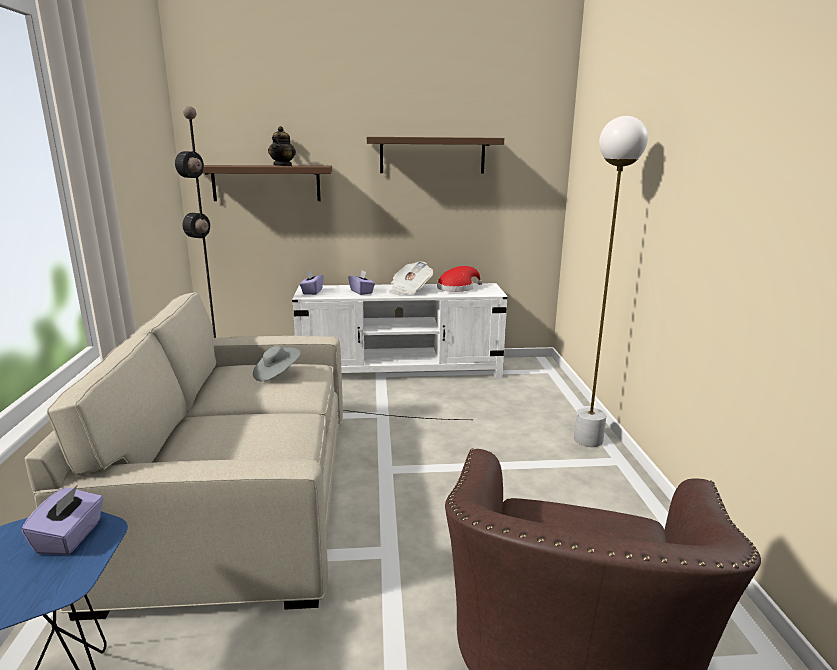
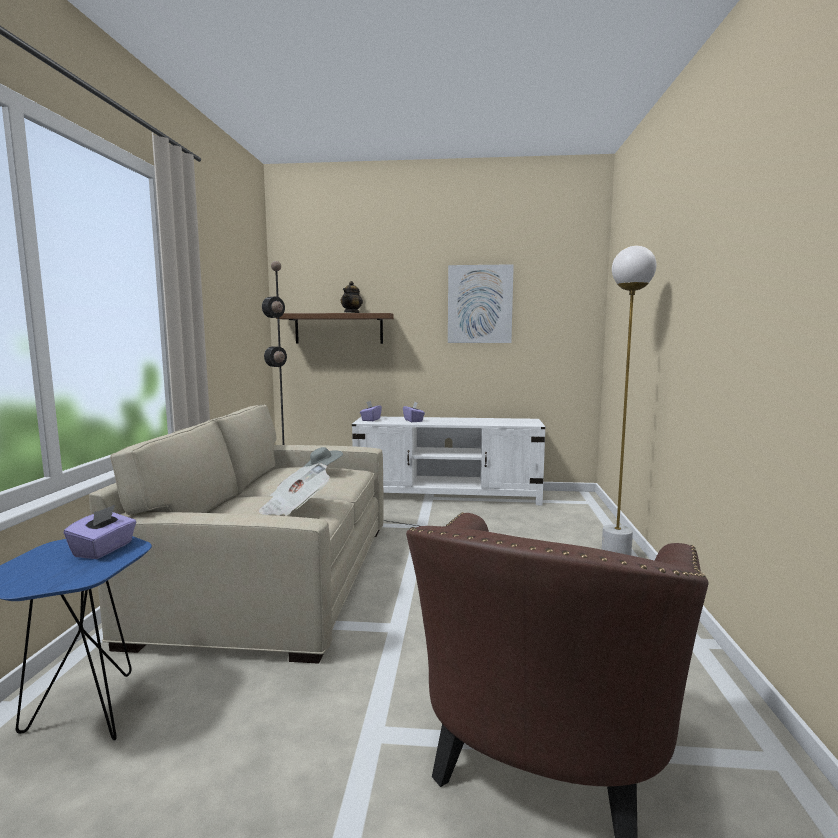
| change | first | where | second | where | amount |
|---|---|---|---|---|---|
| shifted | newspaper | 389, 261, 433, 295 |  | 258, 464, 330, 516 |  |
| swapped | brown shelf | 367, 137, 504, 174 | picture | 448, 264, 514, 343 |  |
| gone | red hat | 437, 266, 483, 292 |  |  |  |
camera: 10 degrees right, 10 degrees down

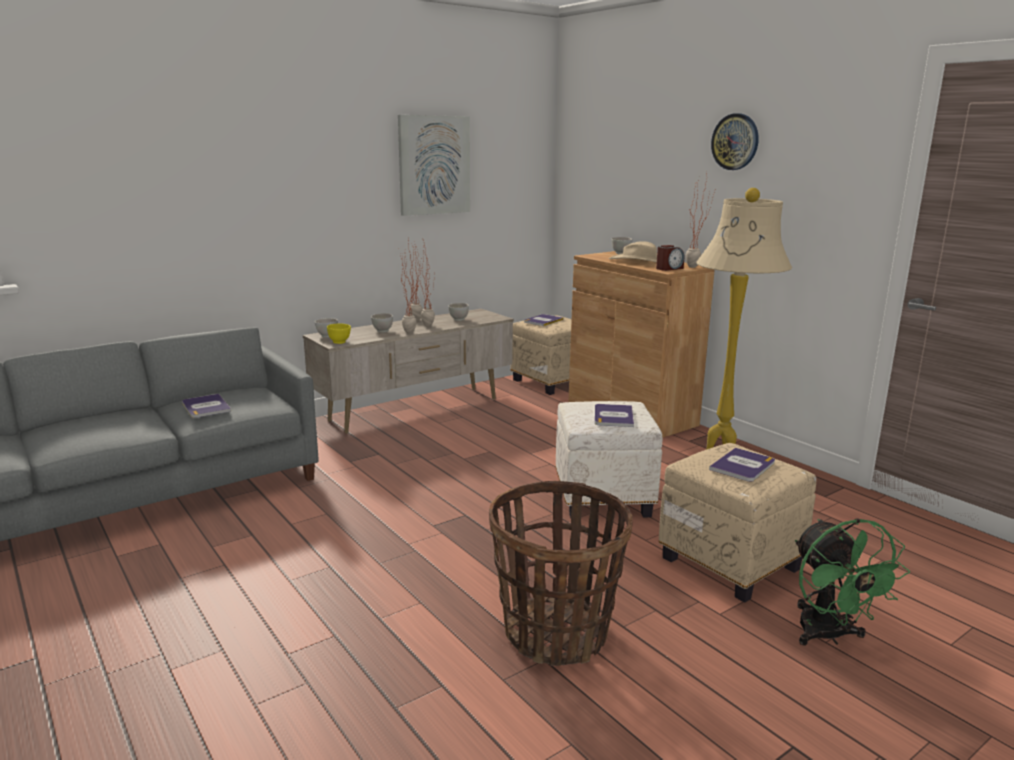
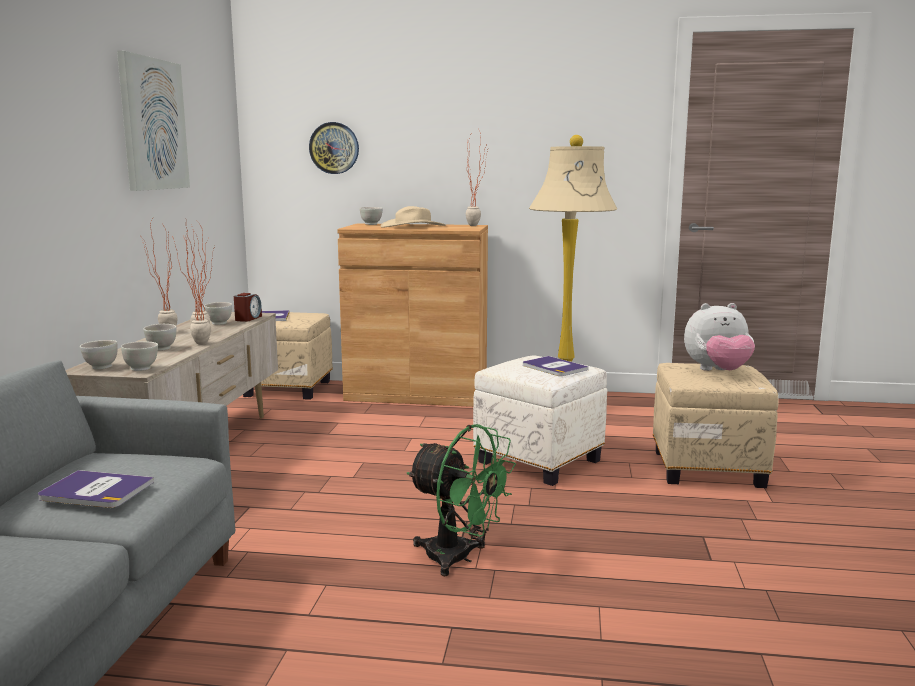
| change | first | where | second | where | amount |
|---|---|---|---|---|---|
| repainted | yellow bowl | 327, 324, 351, 344 | white bowl | 121, 341, 158, 371 |  |
| shifted | alarm clock | 656, 245, 684, 271 |  | 234, 293, 262, 322 |  |
| shifted | wall clock | 711, 113, 759, 170 |  | 309, 122, 359, 174 |  |
| shifted | green fan | 795, 518, 910, 646 |  | 407, 424, 516, 576 |  |
| swapped | book | 709, 448, 775, 482 | plush toy | 684, 303, 755, 371 |  |
| gone | basket | 489, 481, 633, 666 |  |  |  |
camera: 45 degrees left, 5 degrees down

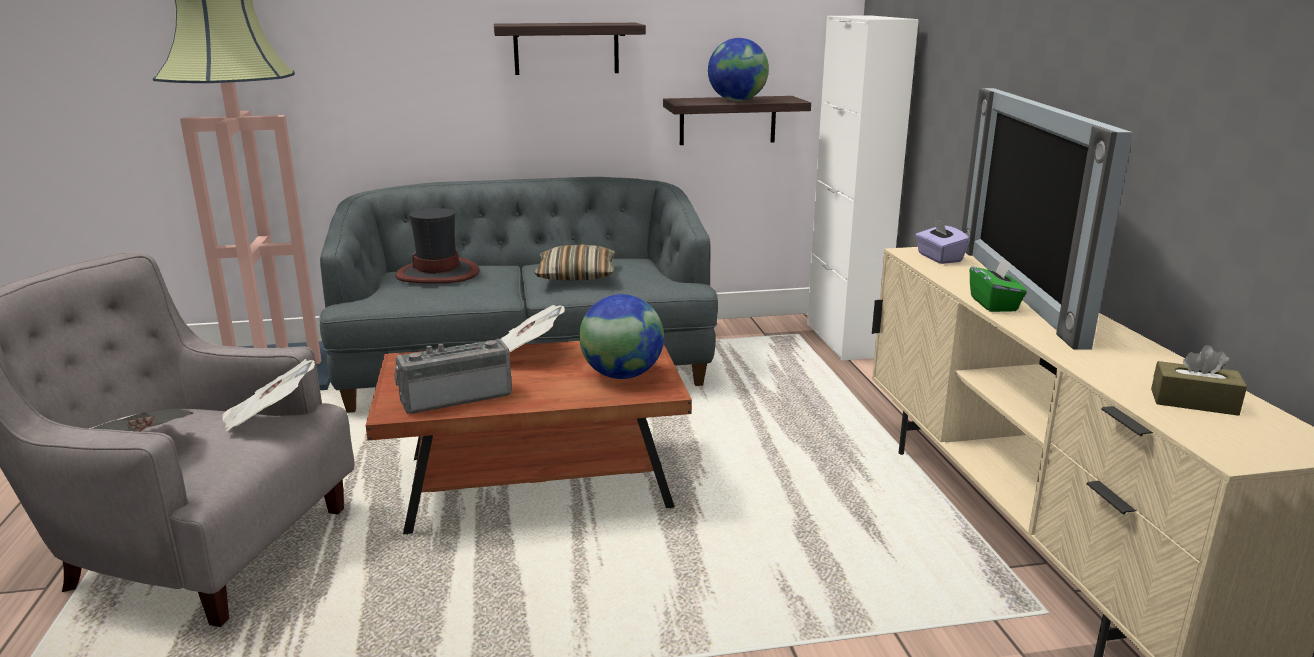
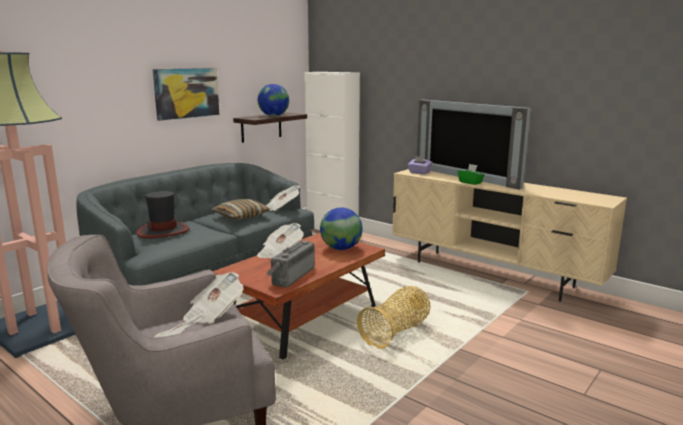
| change | first | where | second | where | amount |
|---|---|---|---|---|---|
| swapped | shelf | 494, 23, 646, 75 | picture | 153, 68, 219, 121 |  |
| new |  |  | newspaper | 266, 185, 300, 211 |  |
| new |  |  | basket | 357, 286, 431, 349 |  |
| gone | brown tissue box | 1151, 345, 1247, 416 |  |  |  |
camera: 40 degrees left, 5 degrees down

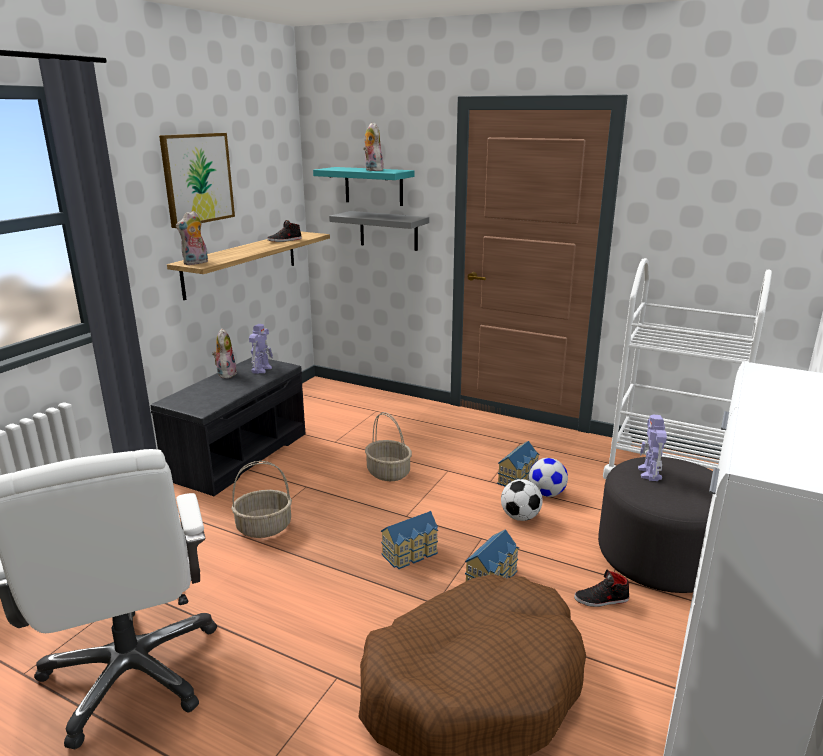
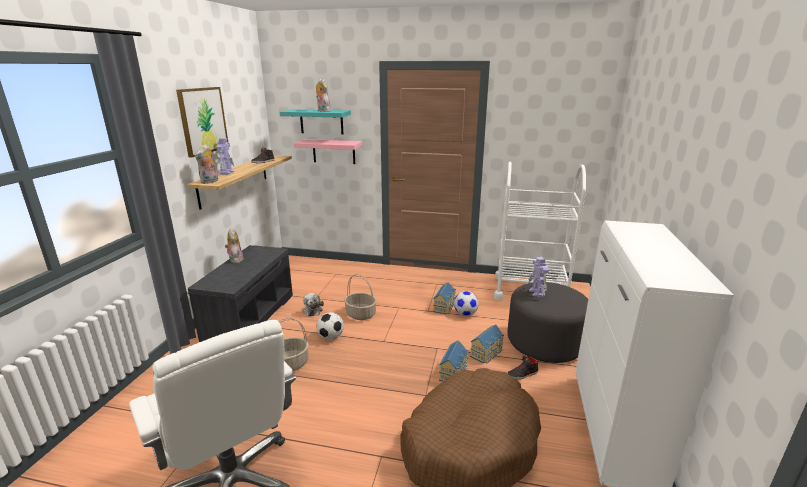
| change | first | where | second | where | amount |
|---|---|---|---|---|---|
| shifted | toy robot | 249, 324, 273, 374 |  | 217, 138, 235, 175 |  |
| repainted | grey shelf | 329, 211, 429, 251 | pink shelf | 293, 139, 363, 164 |  |
| new |  |  | plush toy | 302, 293, 324, 316 |  |
| shifted | football | 501, 479, 543, 521 |  | 317, 312, 344, 340 |  |
| shifted | toy house | 381, 511, 438, 569 |  | 470, 324, 504, 364 |  |
camera: 15 degrees left, 0 degrees up

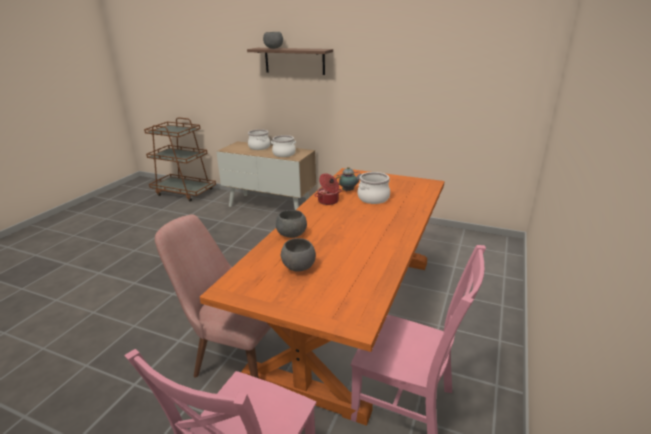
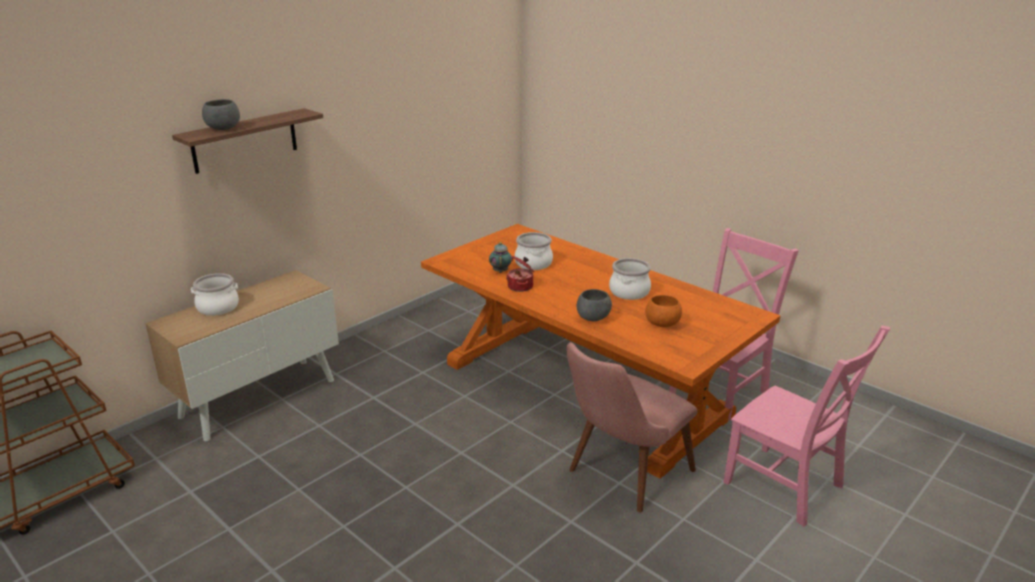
| change | first | where | second | where | amount |
|---|---|---|---|---|---|
| shifted | cooking pot | 271, 135, 296, 157 |  | 609, 258, 651, 300 |  |
| repainted | grey bowl | 281, 238, 316, 272 | orange bowl | 645, 295, 682, 327 |  |
camera: 70 degrees left, 0 degrees up

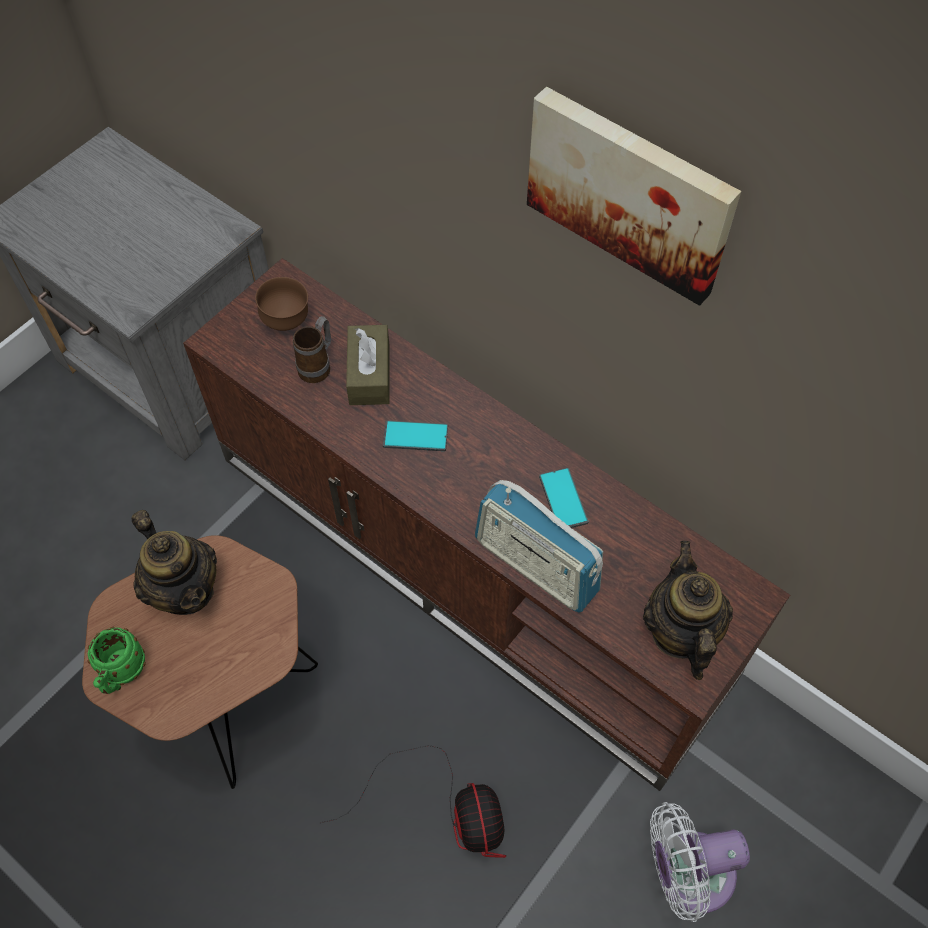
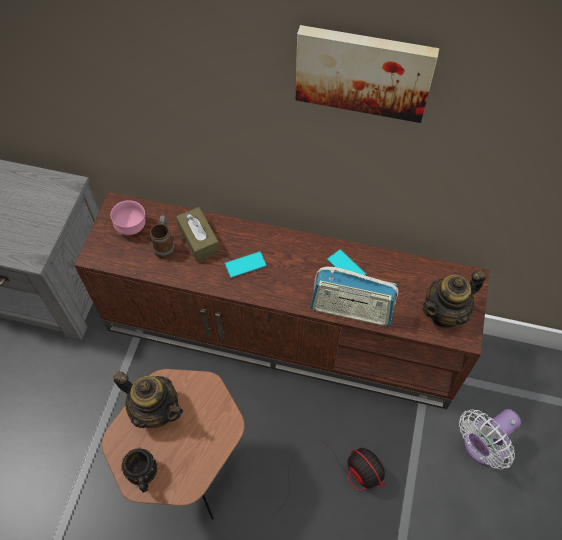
| change | first | where | second | where | amount |
|---|---|---|---|---|---|
| repainted | brown bowl | 255, 277, 308, 331 | pink bowl | 111, 200, 146, 235 |  |
| repainted | green mug | 88, 627, 146, 694 | black mug | 121, 448, 158, 492 |  |
| rotated | teapot | 643, 541, 733, 680 |  | 422, 270, 486, 329 | 90 degrees counterclockwise |
camera: 25 degrees left, 0 degrees up

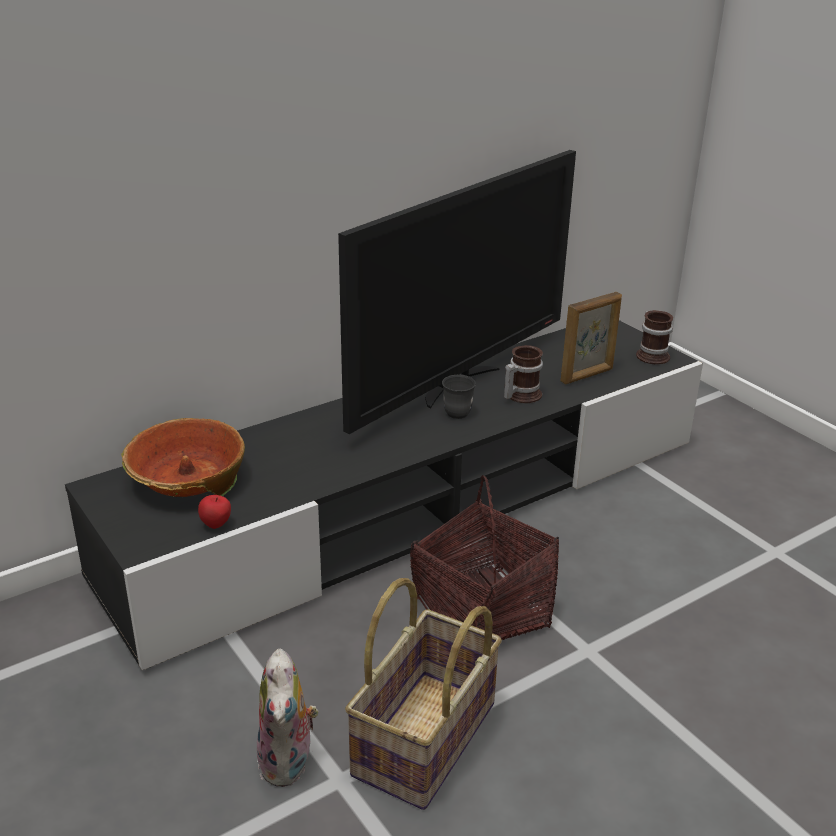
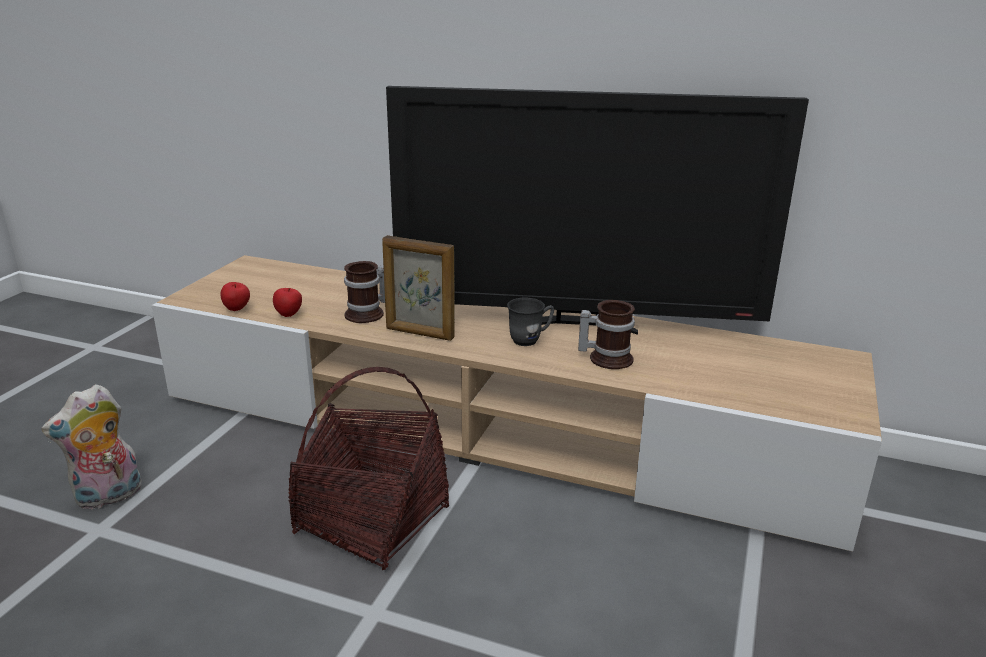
| change | first | where | second | where | amount |
|---|---|---|---|---|---|
| repainted | black tv stand | 65, 320, 703, 670 | beige tv stand | 151, 255, 882, 552 |  |
| new |  |  | apple | 273, 288, 302, 317 |  |
| shifted | mug | 636, 310, 673, 364 |  | 344, 261, 385, 323 |  |
| shifted | picture frame | 560, 292, 622, 384 |  | 382, 235, 455, 341 |  |
| gone | bowl | 121, 418, 245, 497 |  |  |  |
| gone | basket | 345, 578, 502, 810 |  |  |  |
camera: 55 degrees right, 5 degrees down

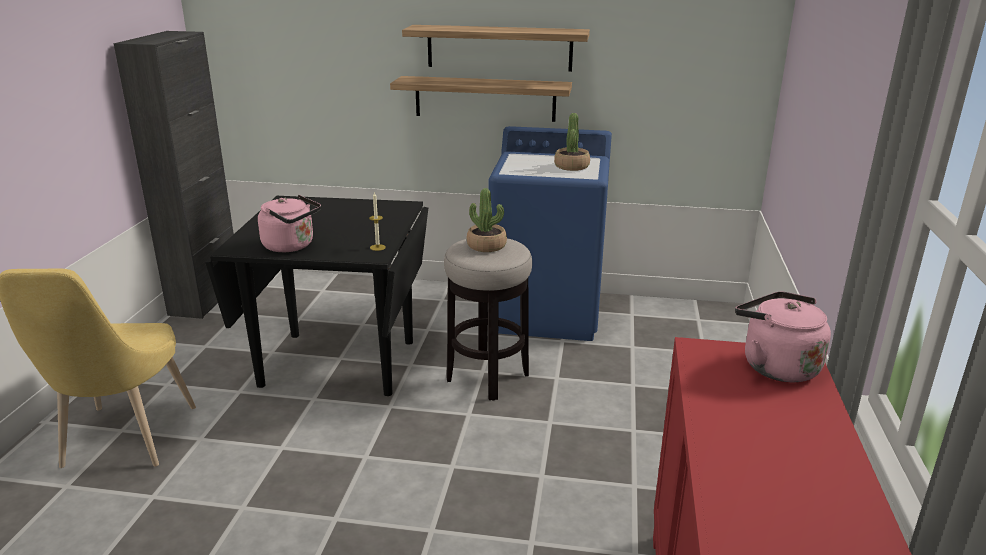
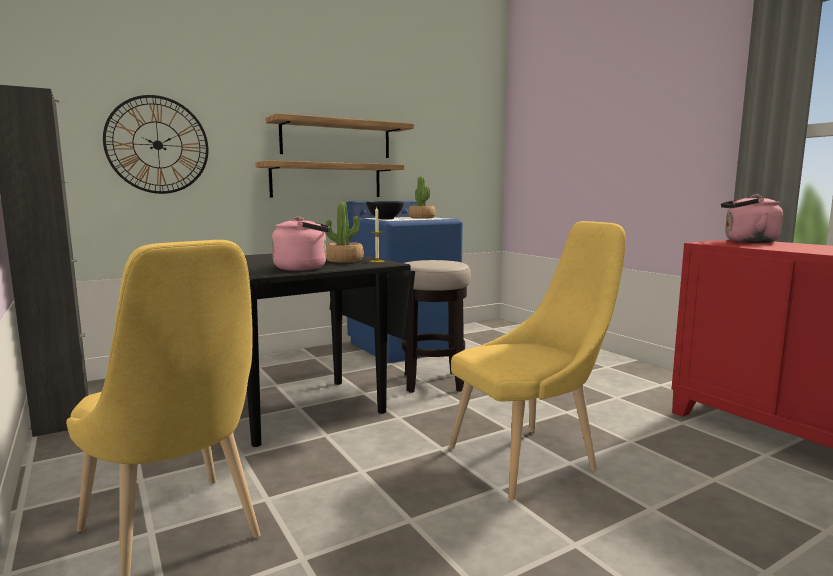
| change | first | where | second | where | amount |
|---|---|---|---|---|---|
| new |  |  | wall clock | 103, 95, 208, 194 |  |
| shifted | potted plant | 467, 188, 507, 252 |  | 325, 202, 364, 263 |  |
| new |  |  | black bowl | 366, 201, 404, 219 |  |
| new |  |  | yellow chair | 449, 221, 626, 500 |  |
camera: 40 degrees left, 15 degrees down

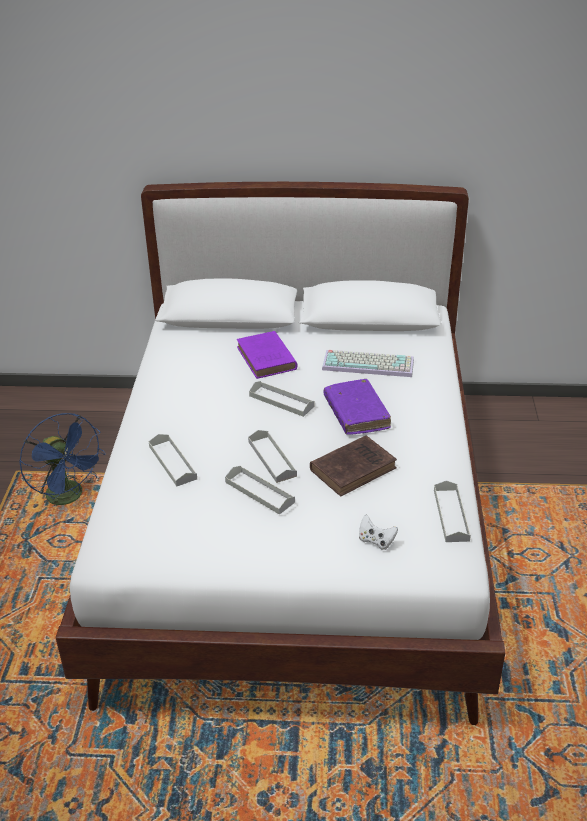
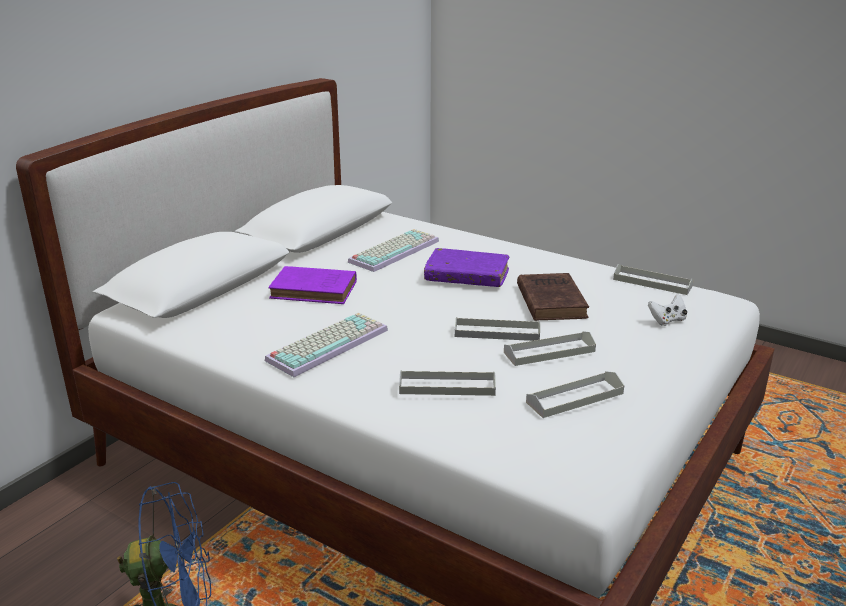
| change | first | where | second | where | amount |
|---|---|---|---|---|---|
| new |  |  | keyboard | 265, 313, 388, 377 |  |
| shifted | grey tray | 249, 381, 315, 417 |  | 526, 371, 624, 418 |  |
camera: 60 degrees left, 10 degrees down

